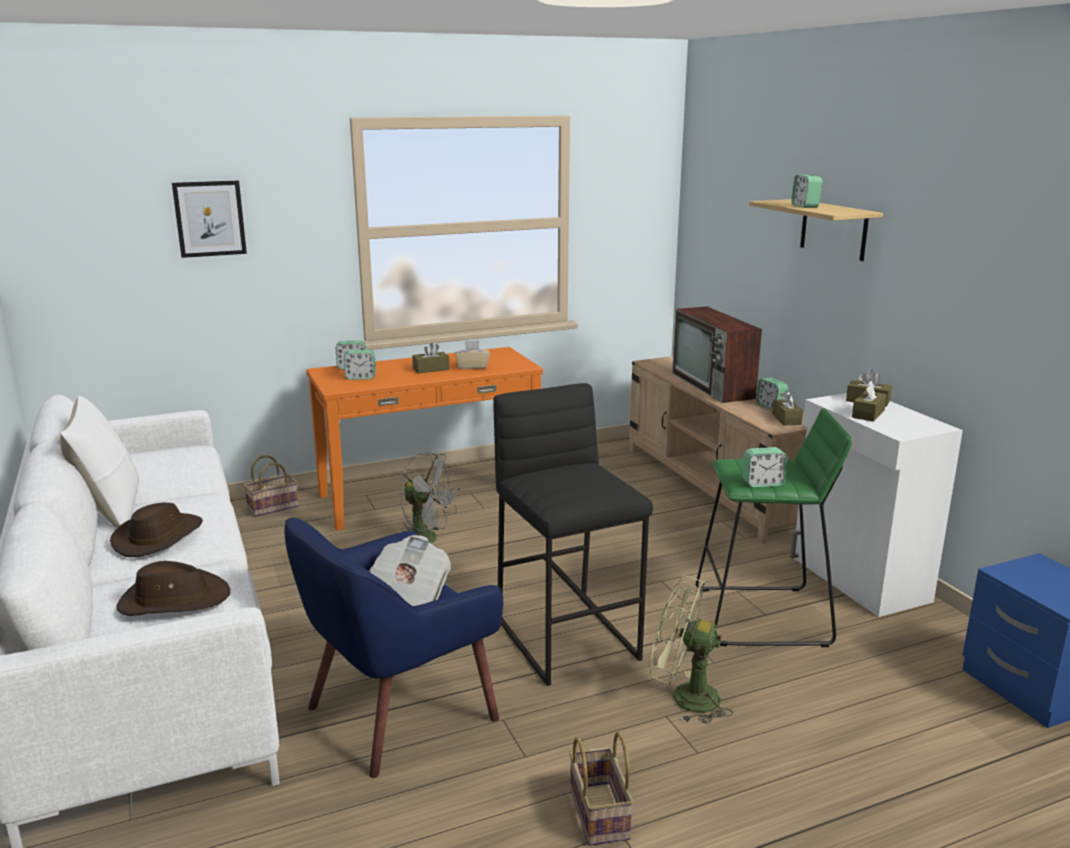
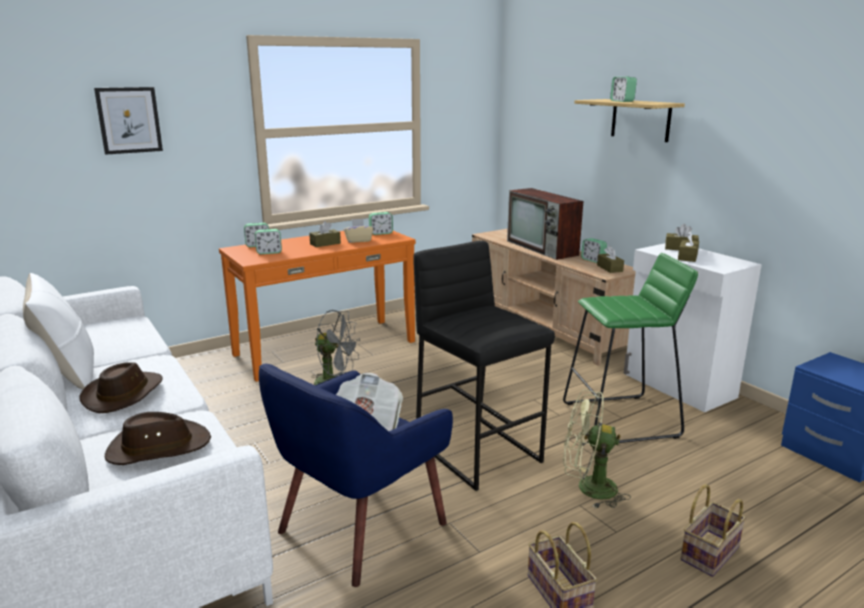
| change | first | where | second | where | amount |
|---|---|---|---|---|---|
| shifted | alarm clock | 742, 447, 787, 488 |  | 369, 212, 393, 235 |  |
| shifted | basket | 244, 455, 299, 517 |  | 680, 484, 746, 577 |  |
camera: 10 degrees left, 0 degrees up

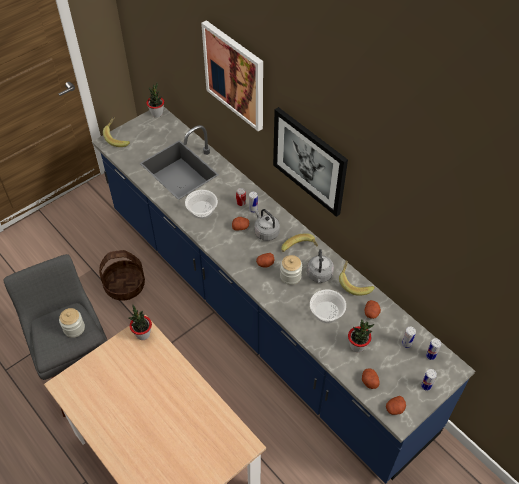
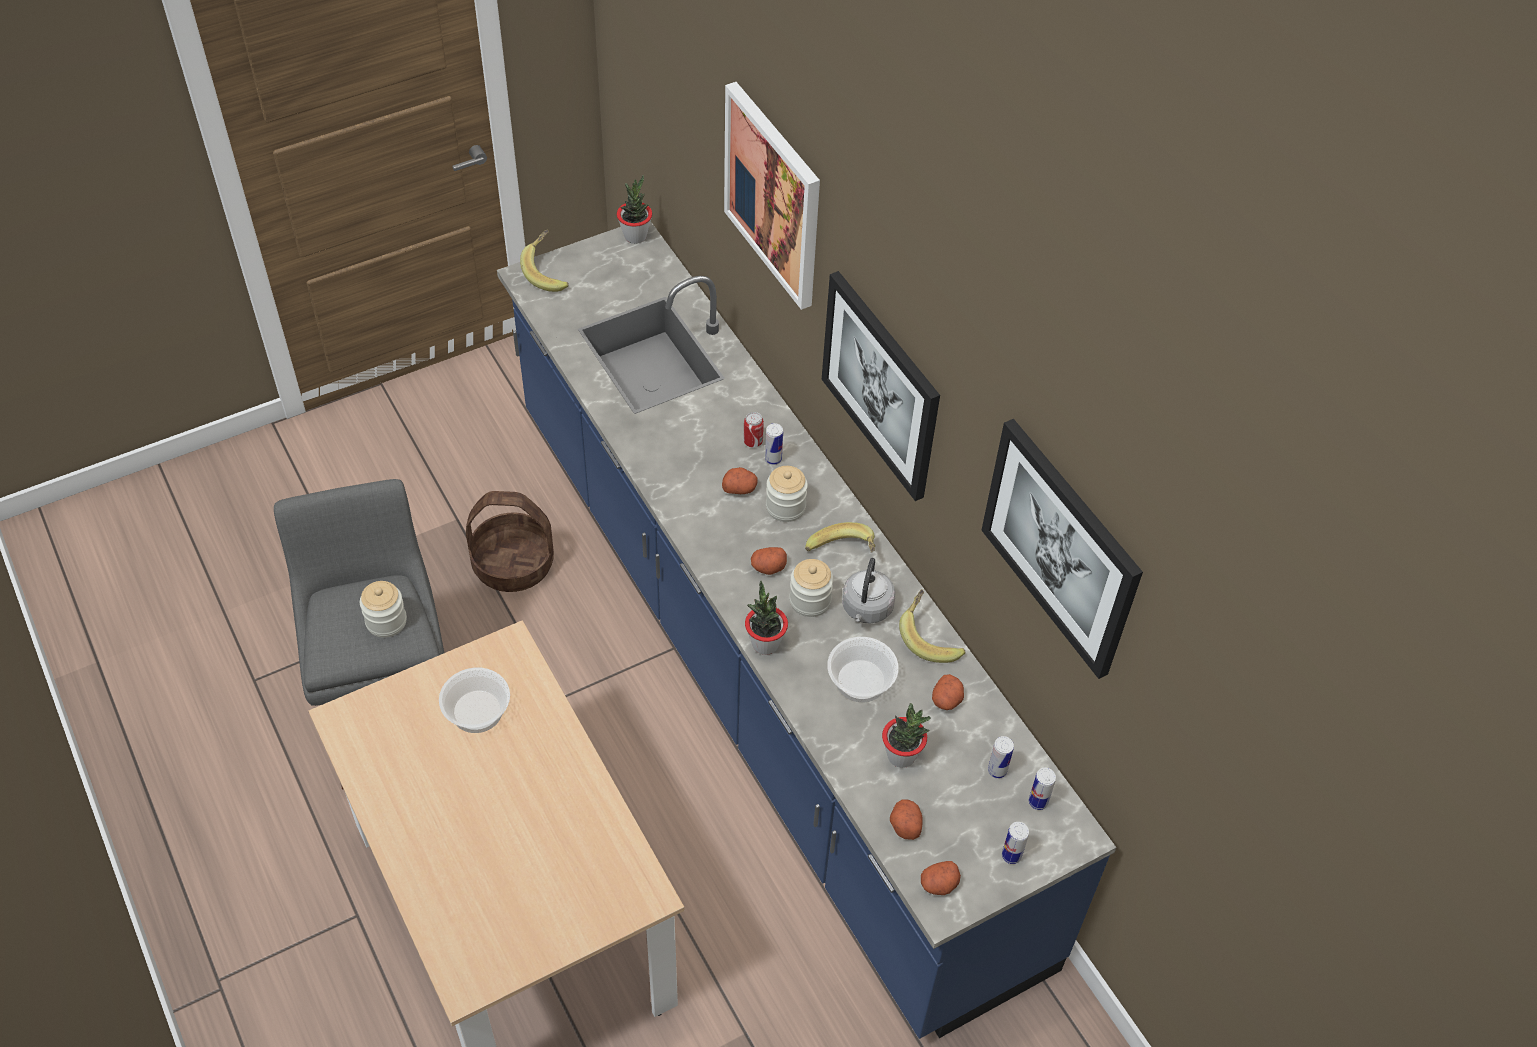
| change | first | where | second | where | amount |
|---|---|---|---|---|---|
| shifted | bowl | 185, 190, 218, 219 |  | 439, 668, 510, 733 |  |
| shifted | potted plant | 128, 305, 152, 340 |  | 745, 580, 788, 655 |  |
| swapped | grey kettle | 254, 209, 280, 241 | jar | 766, 466, 808, 522 |  |
| new |  |  | picture | 981, 419, 1143, 679 |  |
camera: 10 degrees right, 0 degrees up

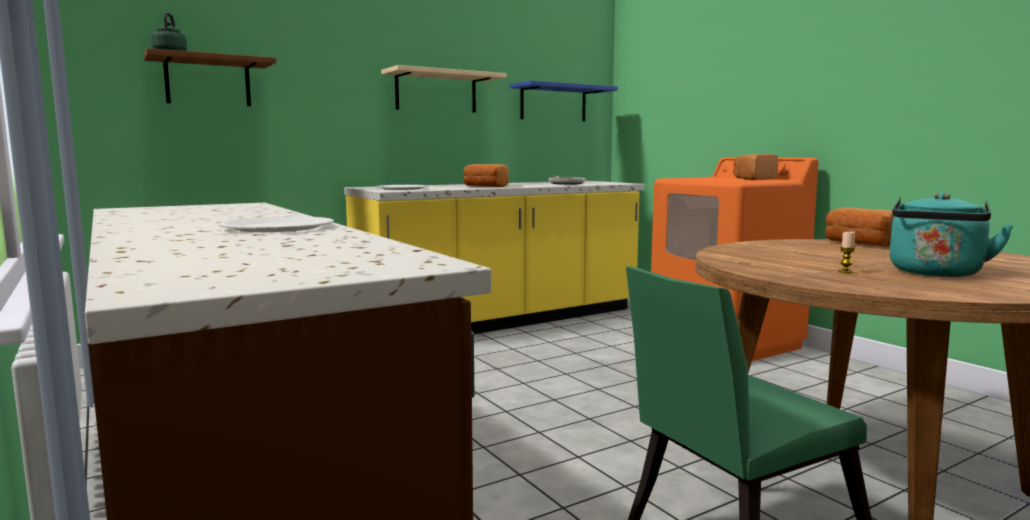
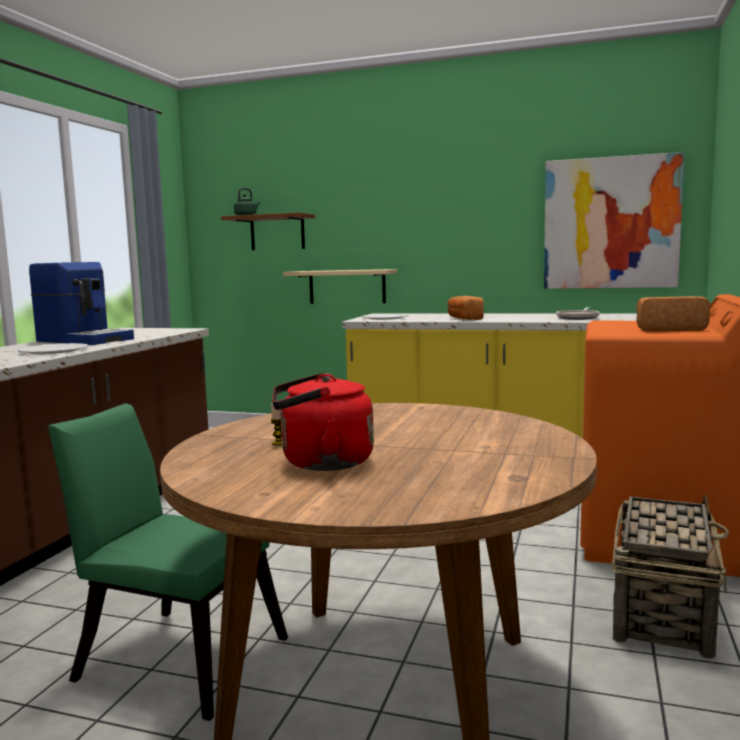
| change | first | where | second | where | amount |
|---|---|---|---|---|---|
| new |  |  | coffee machine | 29, 262, 134, 345 |  |
| repainted | turquoise kettle | 889, 193, 1014, 277 | red kettle | 272, 373, 374, 471 |  |
| shifted | beige shelf | 381, 65, 507, 112 |  | 283, 269, 397, 304 |  |
| swapped | blue shelf | 510, 80, 618, 121 | picture | 544, 152, 684, 289 |  |
| new |  |  | basket | 612, 494, 729, 659 |  |
| gone | bread | 825, 207, 894, 247 |  |  |  |
camera: 50 degrees right, 0 degrees up

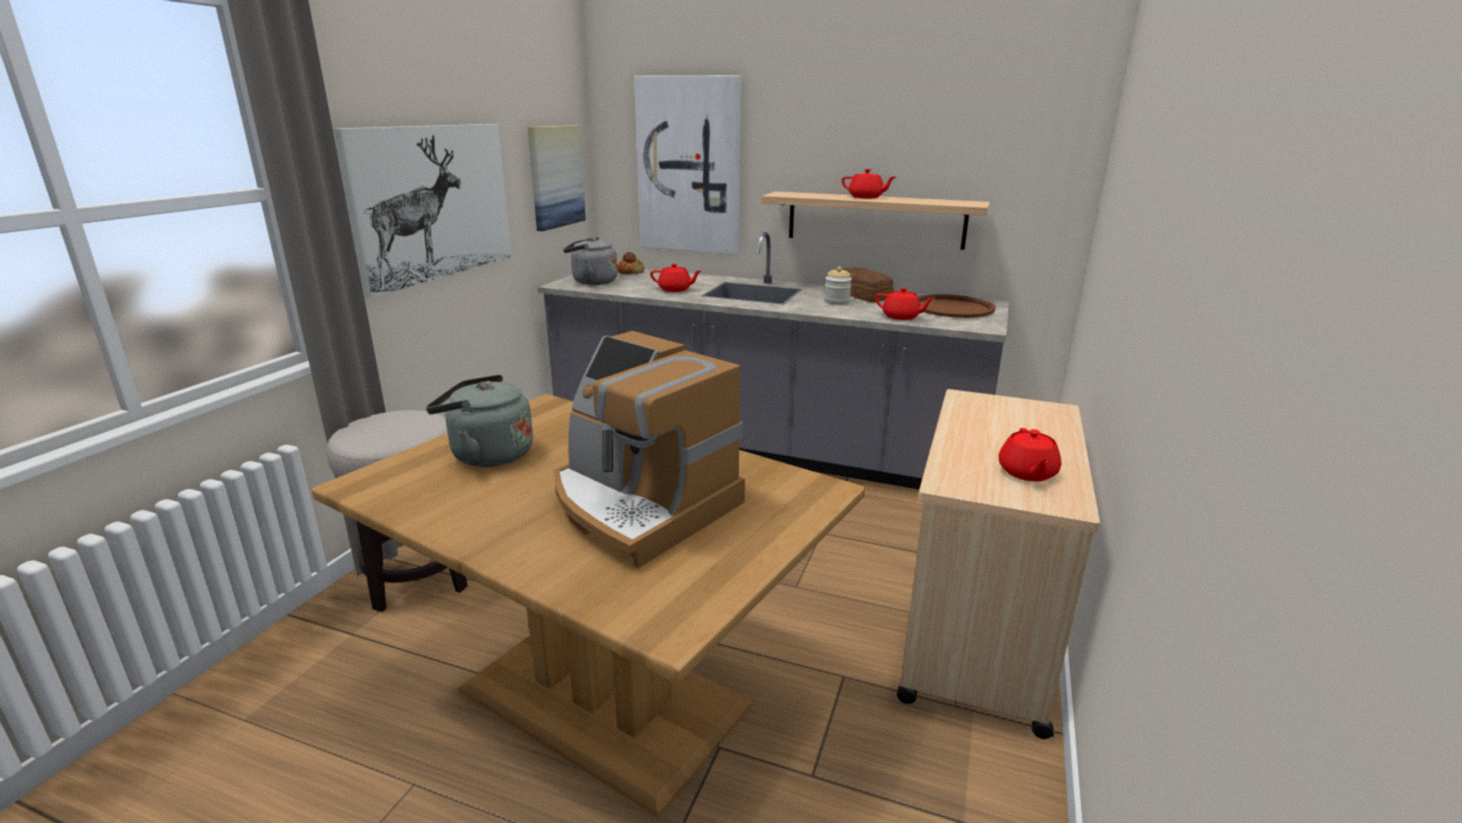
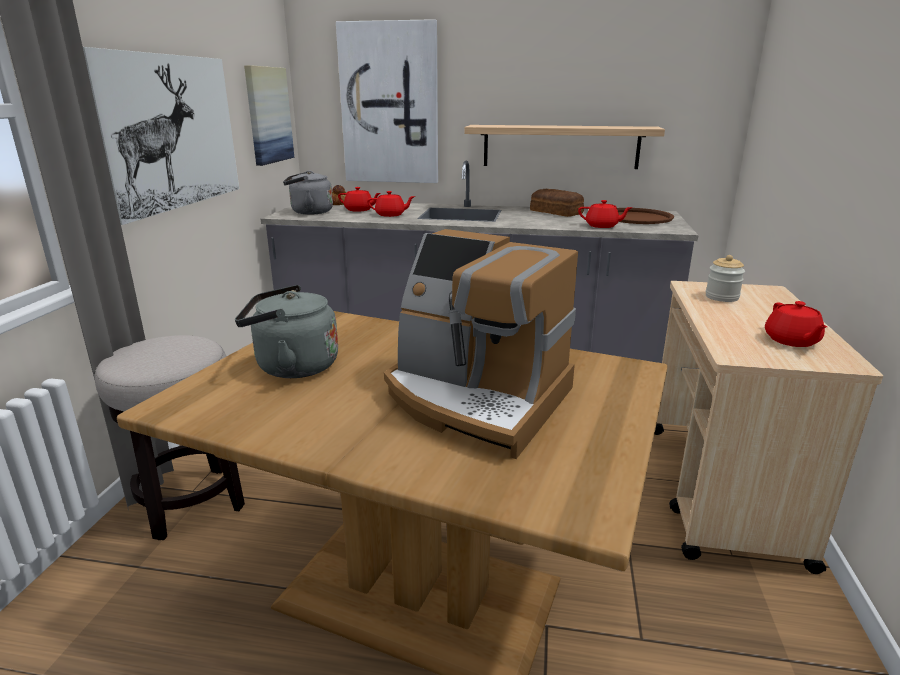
| change | first | where | second | where | amount |
|---|---|---|---|---|---|
| shifted | red teapot | 842, 169, 895, 198 |  | 338, 187, 381, 212 |  |
| shifted | jar | 824, 267, 852, 305 |  | 706, 255, 745, 302 |  |
camera: 10 degrees left, 0 degrees up

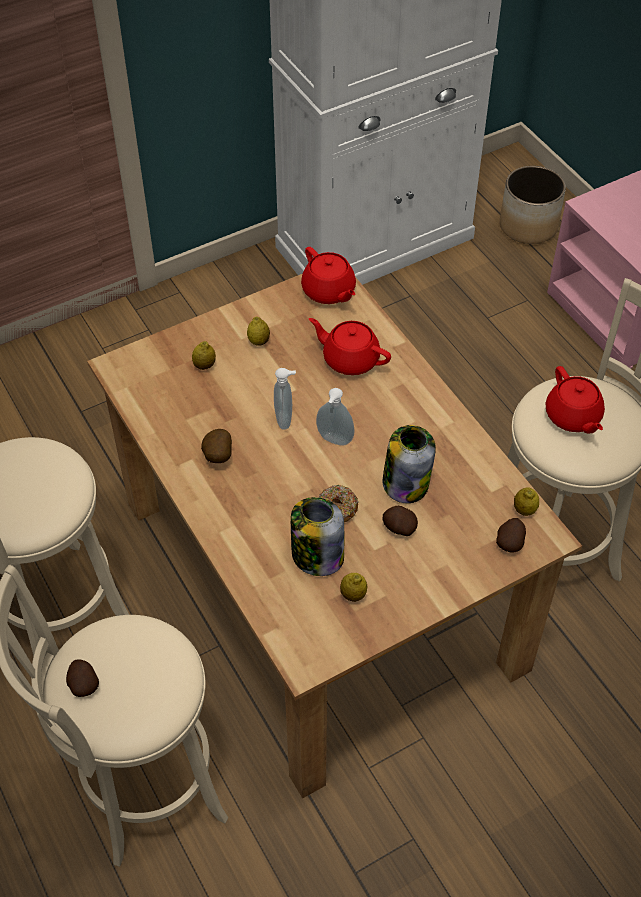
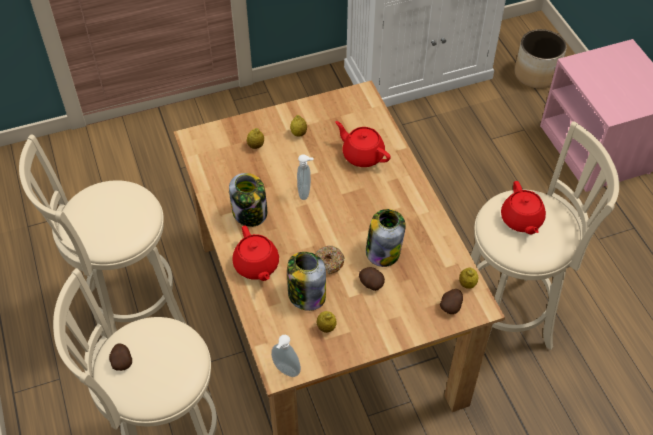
| change | first | where | second | where | amount |
|---|---|---|---|---|---|
| swapped | potato | 201, 429, 232, 463 | jar | 229, 173, 267, 227 |  |
| shifted | red teapot | 301, 247, 356, 304 |  | 232, 226, 279, 281 |  |
| shifted | soap dispenser | 316, 388, 355, 446 |  | 271, 335, 301, 377 |  |
camera: 10 degrees right, 0 degrees up

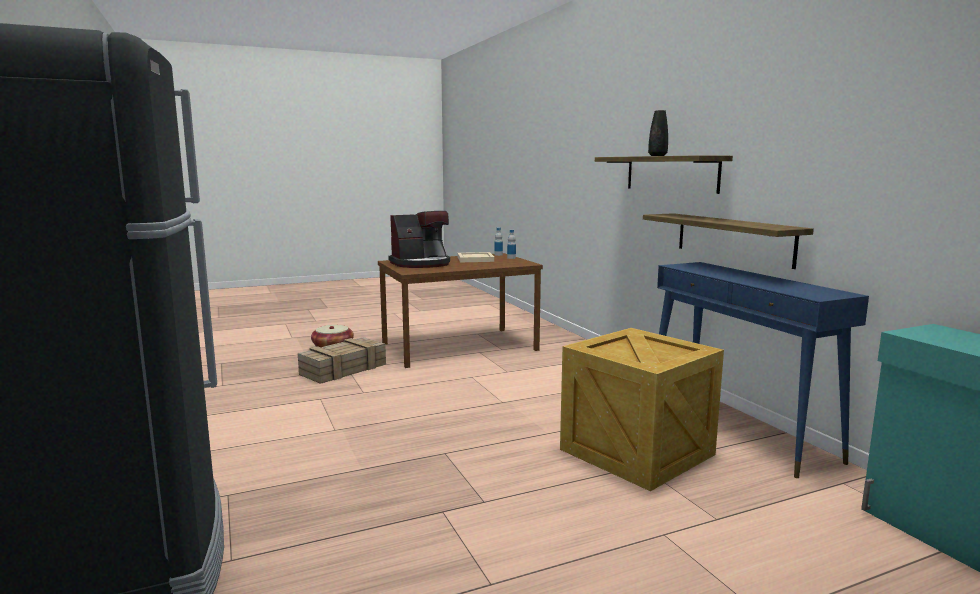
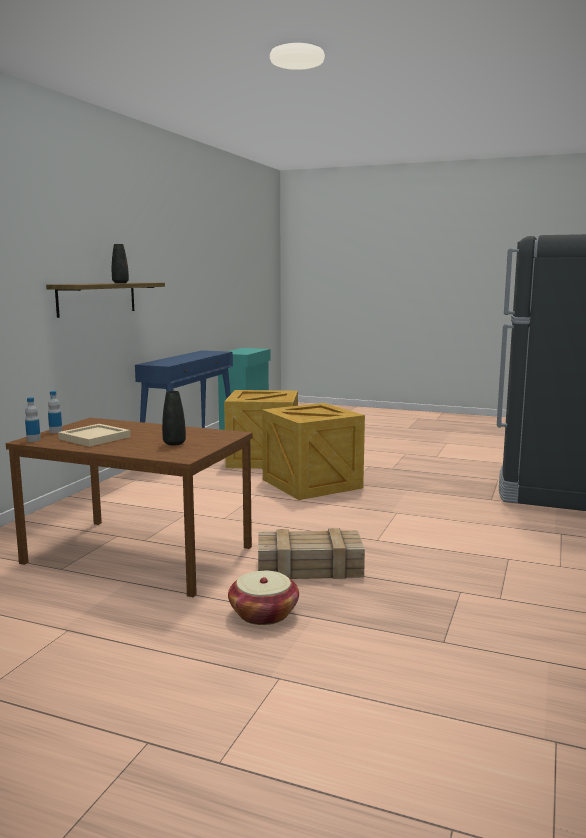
| change | first | where | second | where | amount |
|---|---|---|---|---|---|
| swapped | coffee machine | 388, 211, 450, 268 | black vase | 162, 391, 186, 446 |  |
| new |  |  | crate | 262, 403, 365, 500 |  |
| gone | shelf | 643, 213, 814, 269 |  |  |  |
camera: 135 degrees left, 0 degrees up

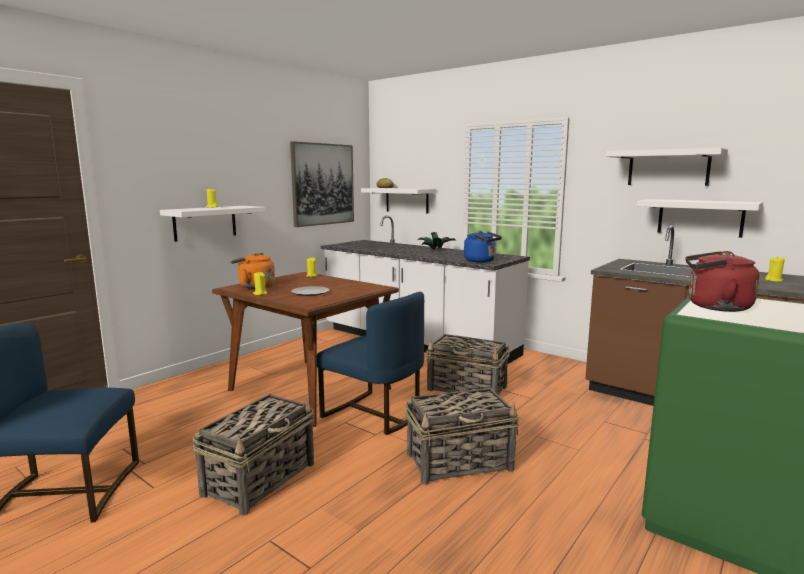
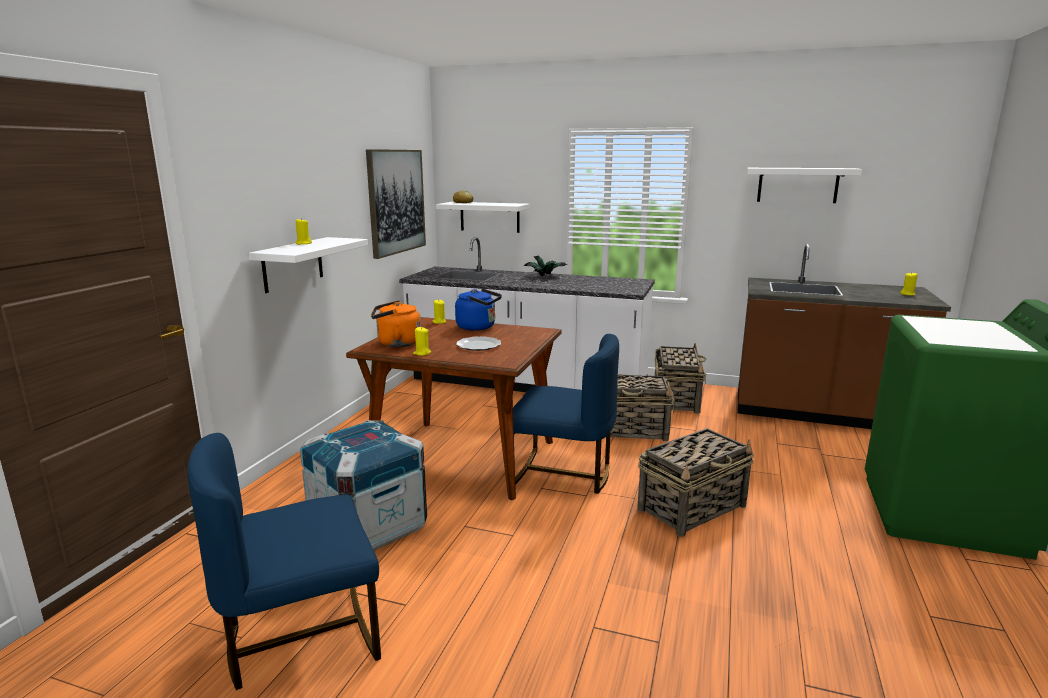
| change | first | where | second | where | amount |
|---|---|---|---|---|---|
| new |  |  | crate | 300, 420, 427, 551 |  |
| shifted | blue kettle | 464, 231, 502, 263 |  | 455, 289, 502, 331 |  |
| shifted | basket | 193, 394, 314, 516 |  | 655, 343, 706, 414 |  |
| gone | white shelf | 636, 199, 763, 238 |  |  |  |
| gone | red kettle | 685, 251, 759, 312 |  |  |  |
camera: 20 degrees left, 5 degrees up

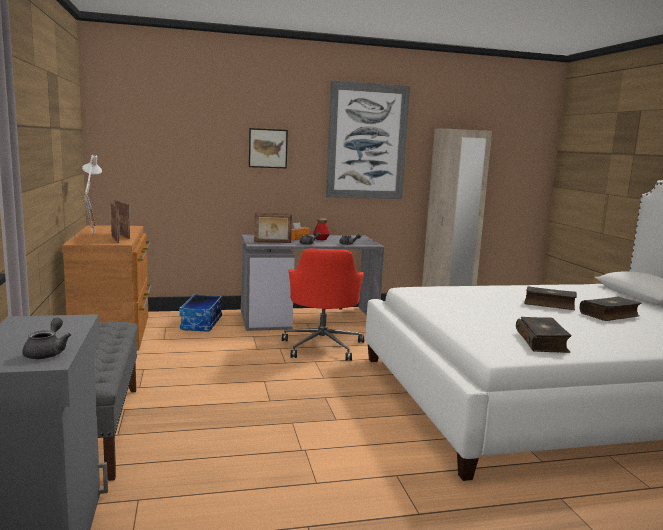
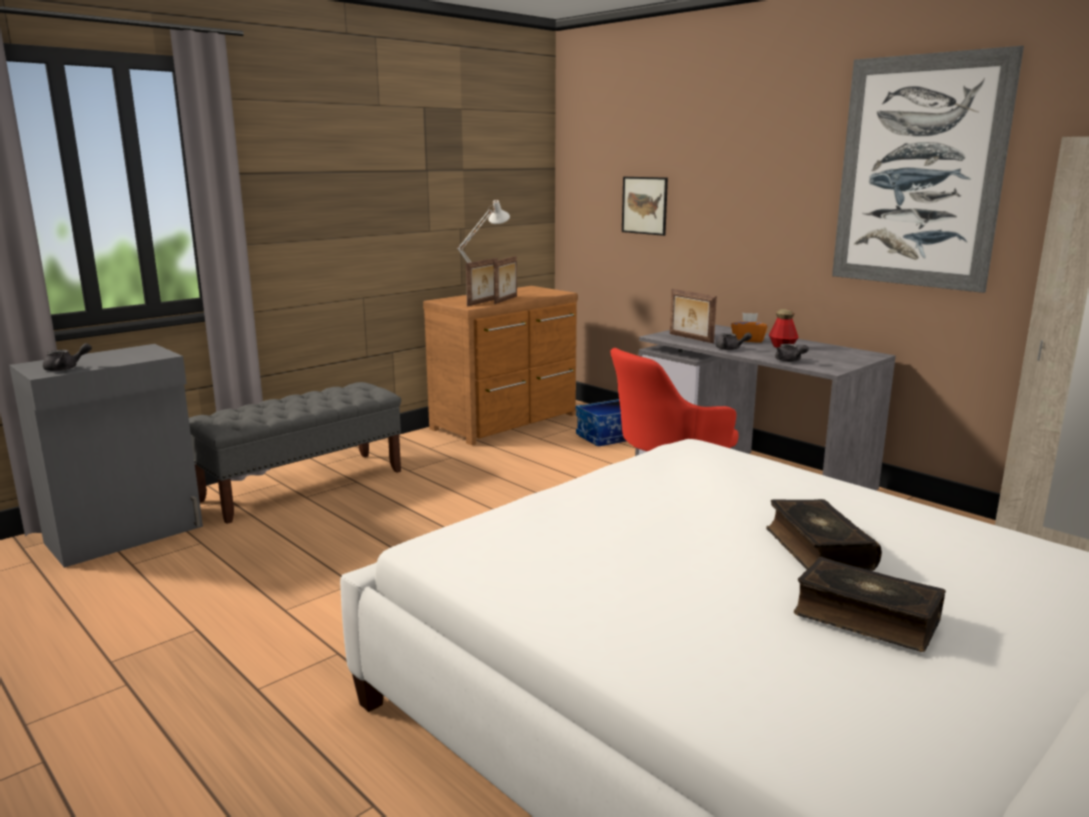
| change | first | where | second | where | amount |
|---|---|---|---|---|---|
| shifted | picture | 249, 128, 288, 168 |  | 622, 177, 668, 236 |  |
| gone | book | 516, 317, 571, 353 |  |  |  |
camera: 60 degrees right, 5 degrees up

